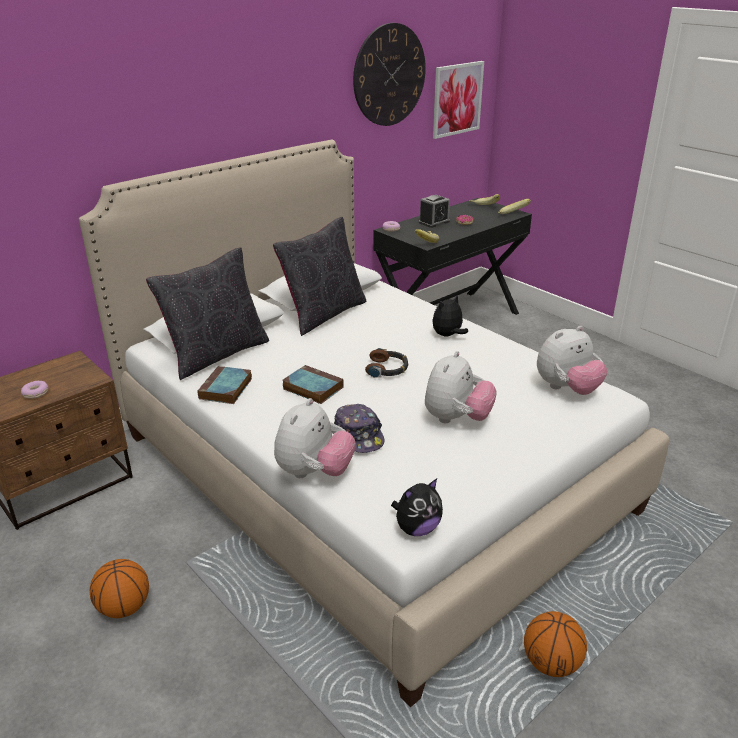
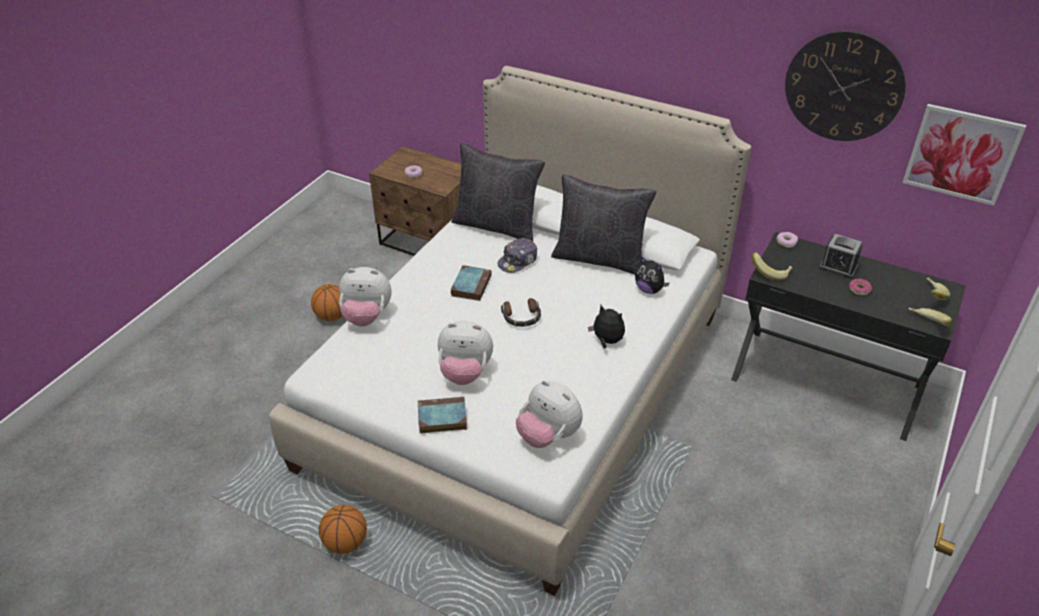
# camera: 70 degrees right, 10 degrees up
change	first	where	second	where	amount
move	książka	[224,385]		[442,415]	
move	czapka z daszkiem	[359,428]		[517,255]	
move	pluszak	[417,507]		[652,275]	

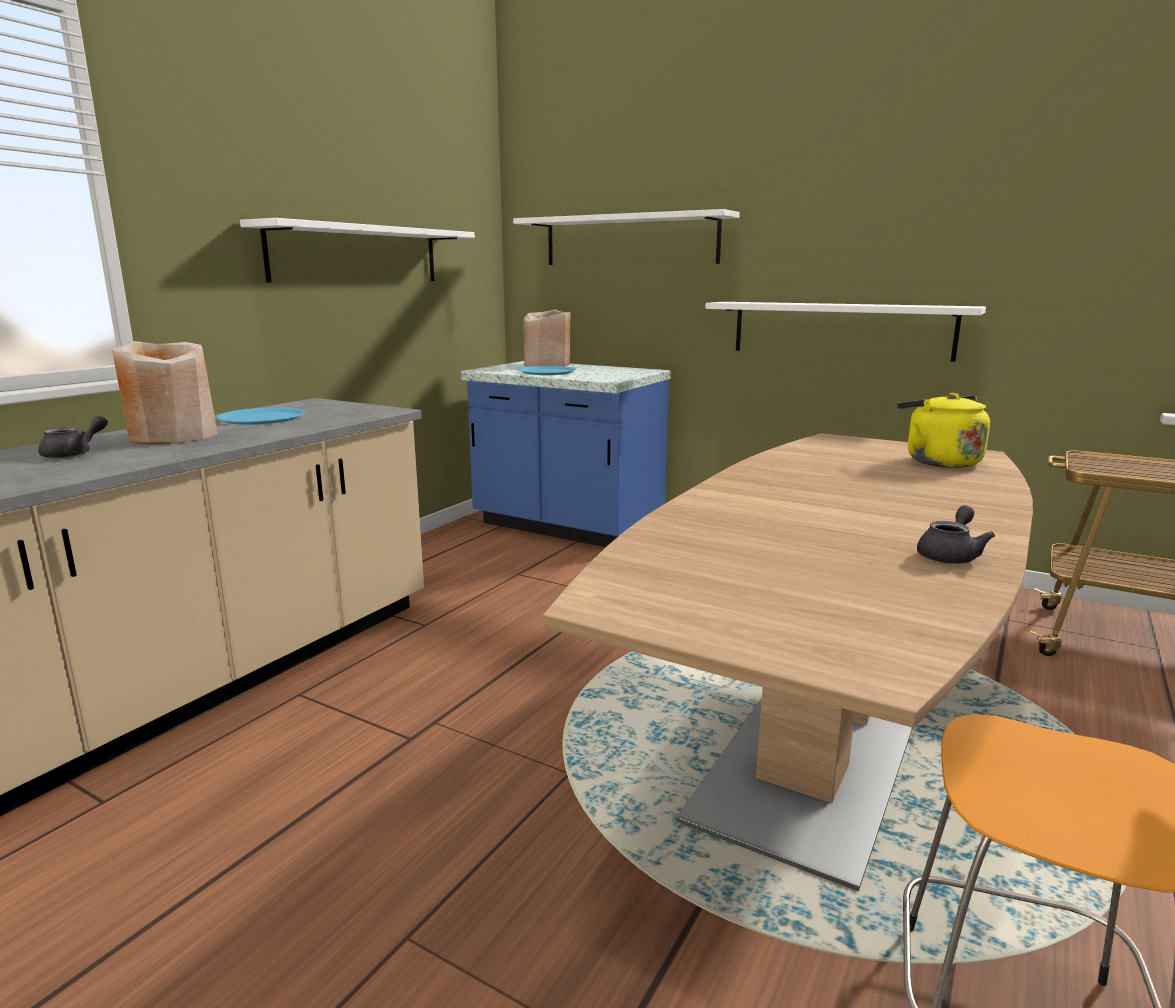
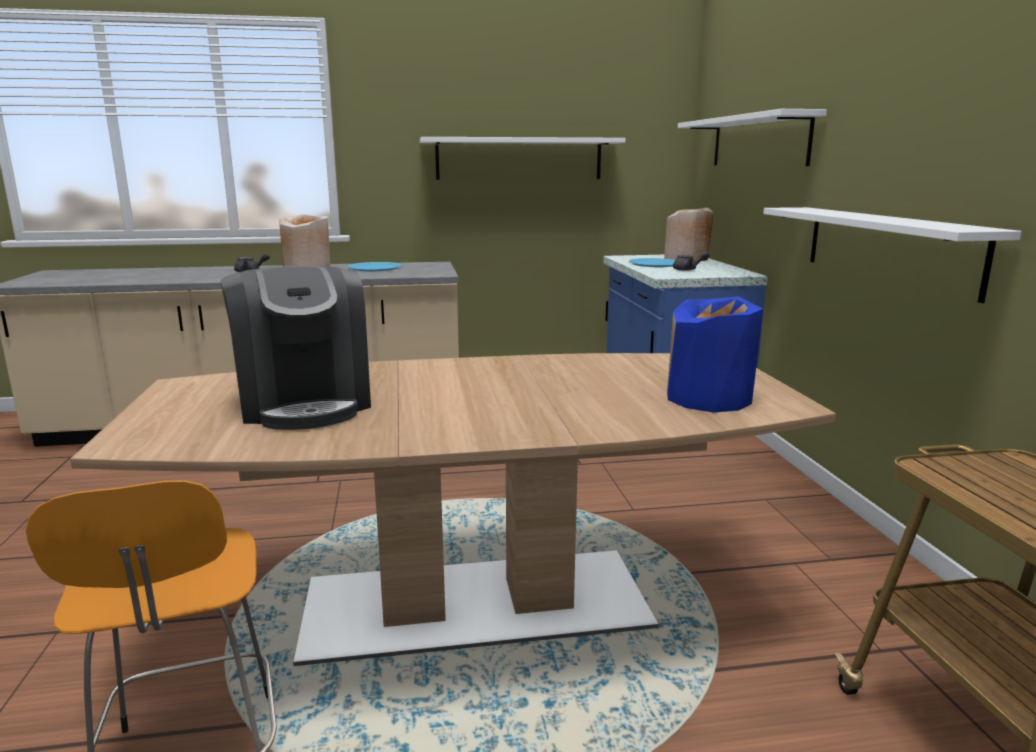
# camera: 50 degrees right, 0 degrees up
change	first	where	second	where	amount
replace	czajnik/żółty	[943,430]	wazon/niebieski	[715,354]	
move	imbryk/szary	[956,534]		[691,261]	
insert			ekspres do kawy	[296,348]	

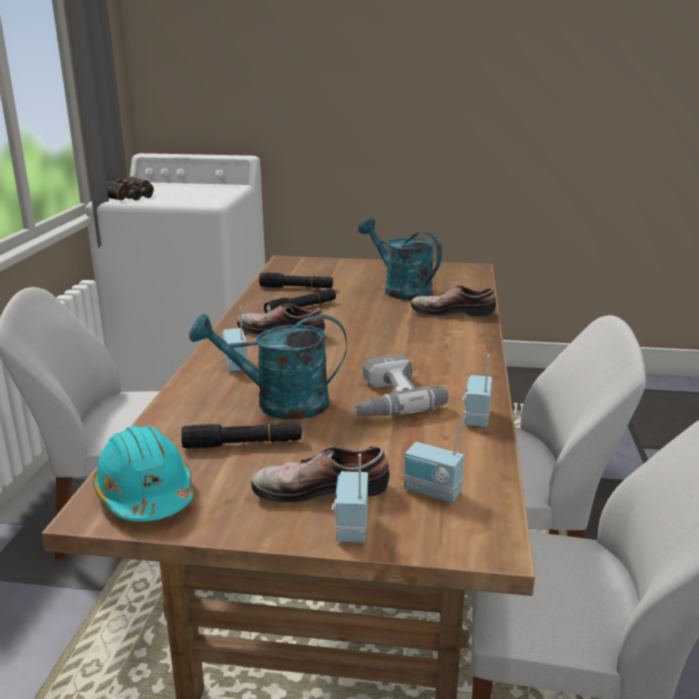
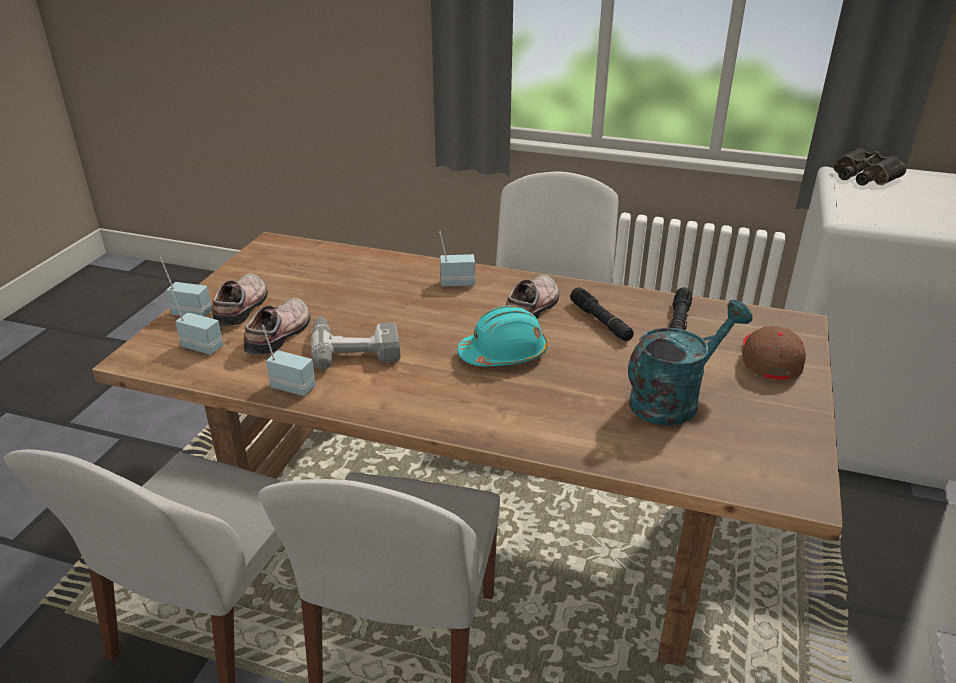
# camera: 100 degrees right, 10 degrees up
change	first	where	second	where	amount
move	kask/turkusowy	[143,473]		[502,335]	
delete	latarka/czarny	[241,435]			
delete	konewka/turkusowy	[268,366]			
rotate	radio	[435,457]		[196,321]	75 degrees clockwise
move	but	[453,301]		[277,326]	
insert			czapka z daszkiem/brązowy	[774,353]	

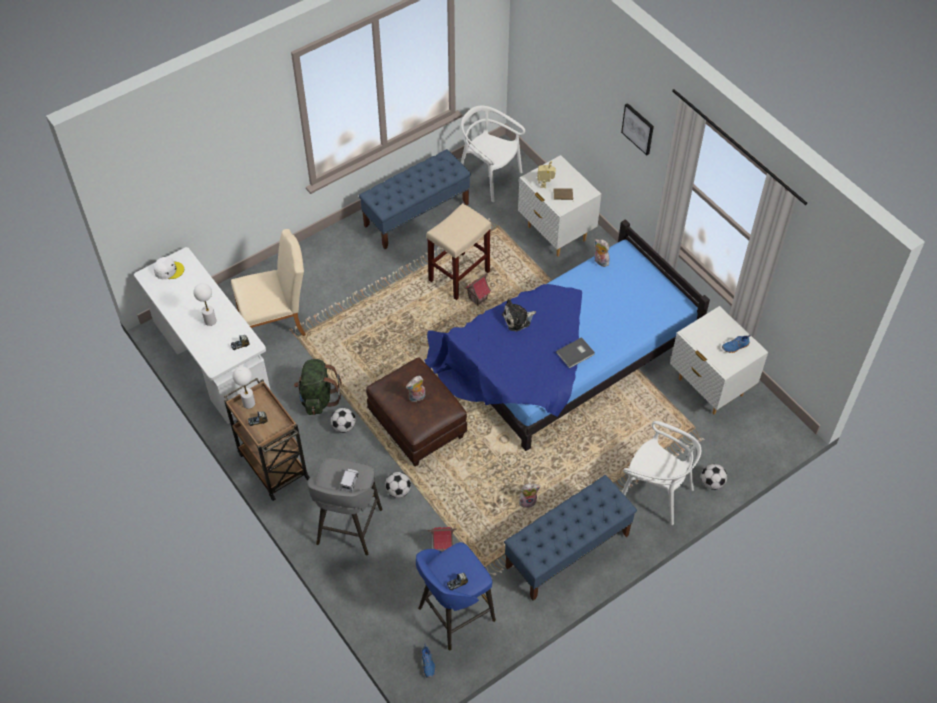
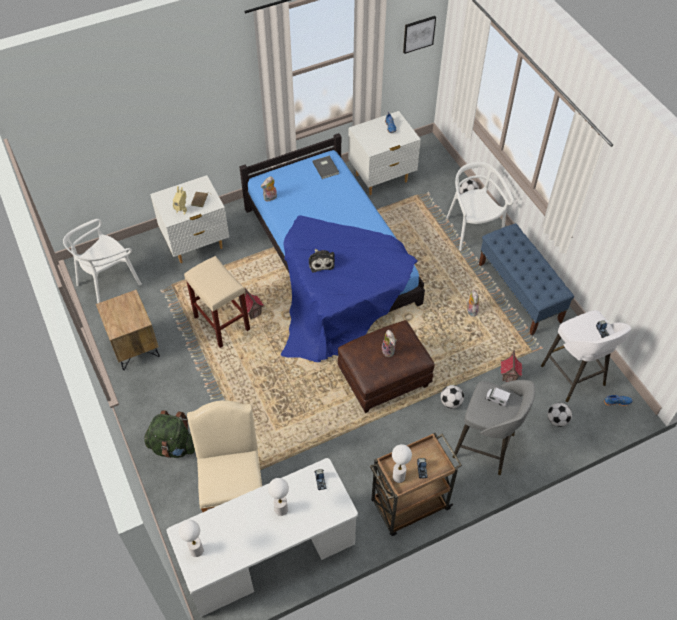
# camera: 80 degrees left, 0 degrees up
change	first	where	second	where	amount
replace	czapka z daszkiem/biały	[169,268]	lampa stołowa/biały	[191,538]	
move	plecak/zielony	[317,387]		[169,434]	
move	piłka futbolowa	[343,420]		[560,415]	
replace	ławka/niebieski	[415,199]	szafka nocna/brązowy	[128,330]	
recolor	stołek/niebieski	[456,596]	stołek/biały	[586,356]	
move	książka/szary	[575,352]		[325,167]	
move	obraz	[637,129]		[419,35]	
rotate	krzesło/biały	[661,473]		[480,206]	60 degrees counterclockwise

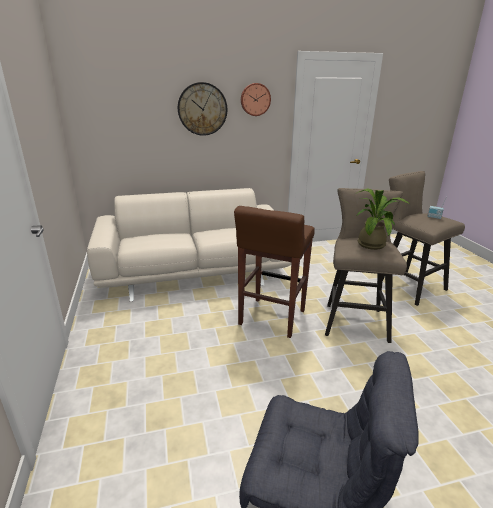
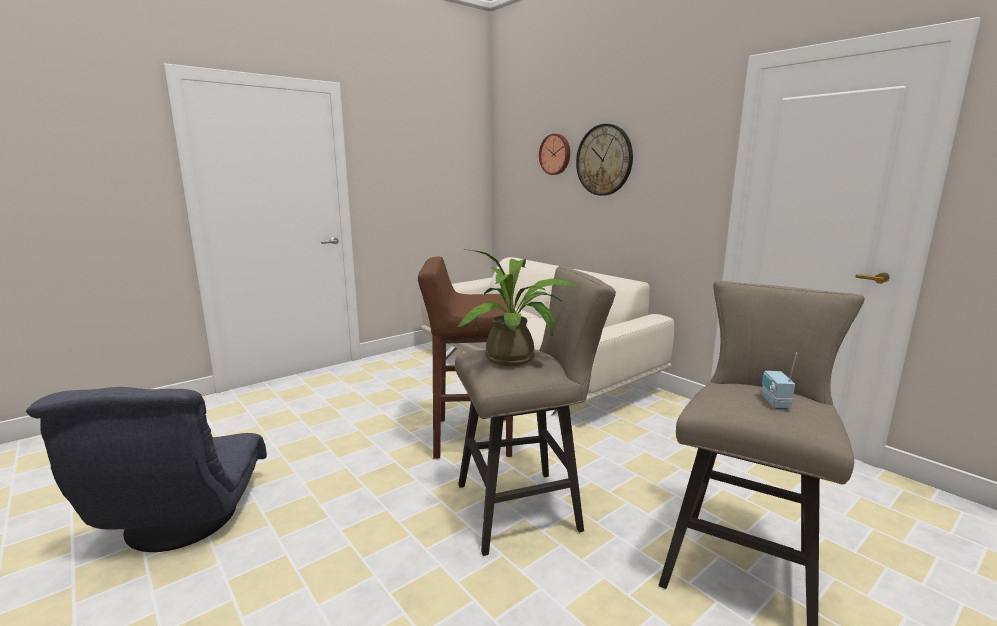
# camera: 65 degrees right, 10 degrees down
change	first	where	second	where	amount
move	zegar ścienny	[256,99]		[554,154]	

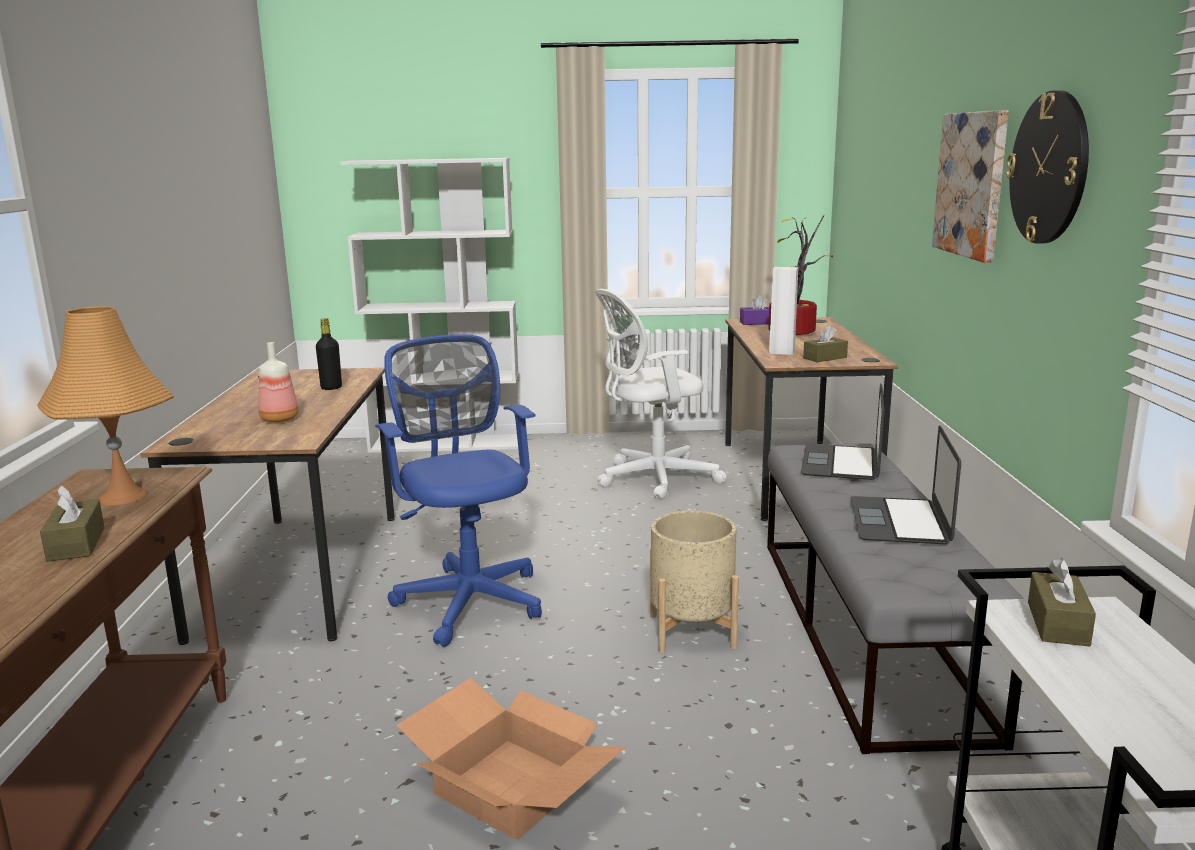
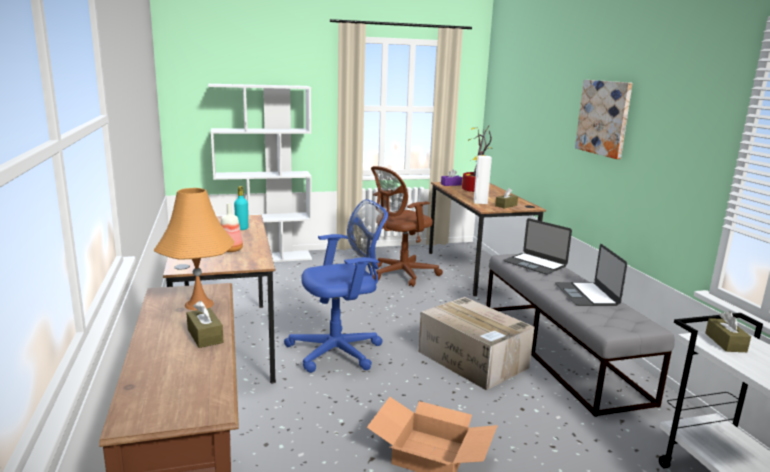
# camera: 15 degrees left, 0 degrees up
change	first	where	second	where	amount
recolor	butelka/czarny	[329,354]	butelka/turkusowy	[241,208]	
rotate	krzesło biurowe/niebieski	[458,490]		[336,286]	105 degrees clockwise
recolor	krzesło biurowe/biały	[661,394]	krzesło biurowe/brązowy	[407,226]	
replace	donica/beżowy	[694,582]	karton	[476,343]	
rotate	laptop	[843,431]		[537,246]	45 degrees counterclockwise
delete	zegar ścienny	[1047,167]			

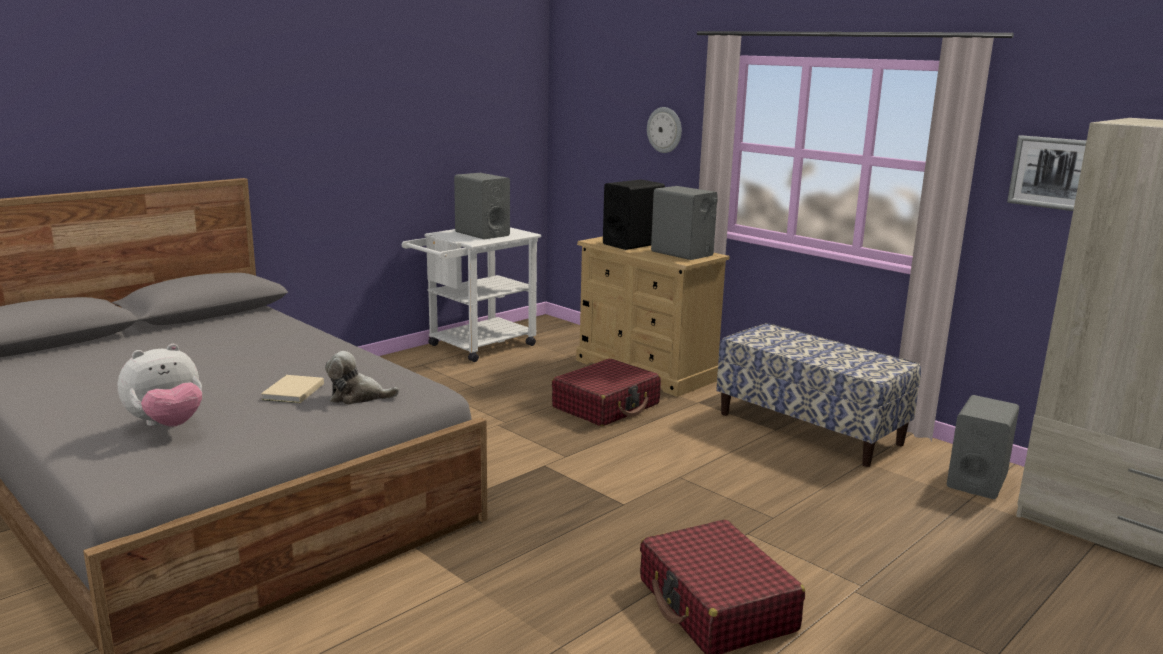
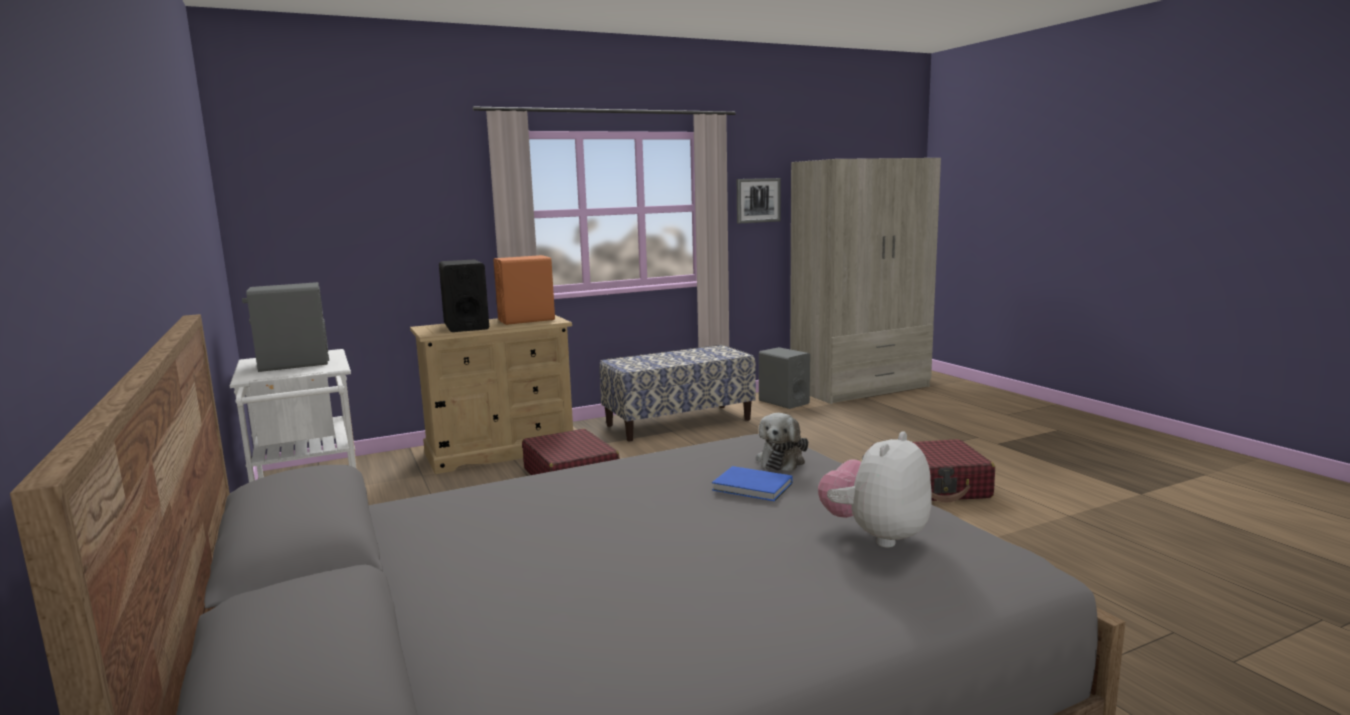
# camera: 70 degrees left, 5 degrees down
change	first	where	second	where	amount
rotate	pluszak	[160,385]		[875,489]	120 degrees counterclockwise
recolor	książka/beżowy	[292,389]	książka/niebieski	[752,483]	
delete	zegar ścienny	[664,130]			
recolor	głośnik/szary	[684,223]	głośnik/pomarańczowy	[524,290]	

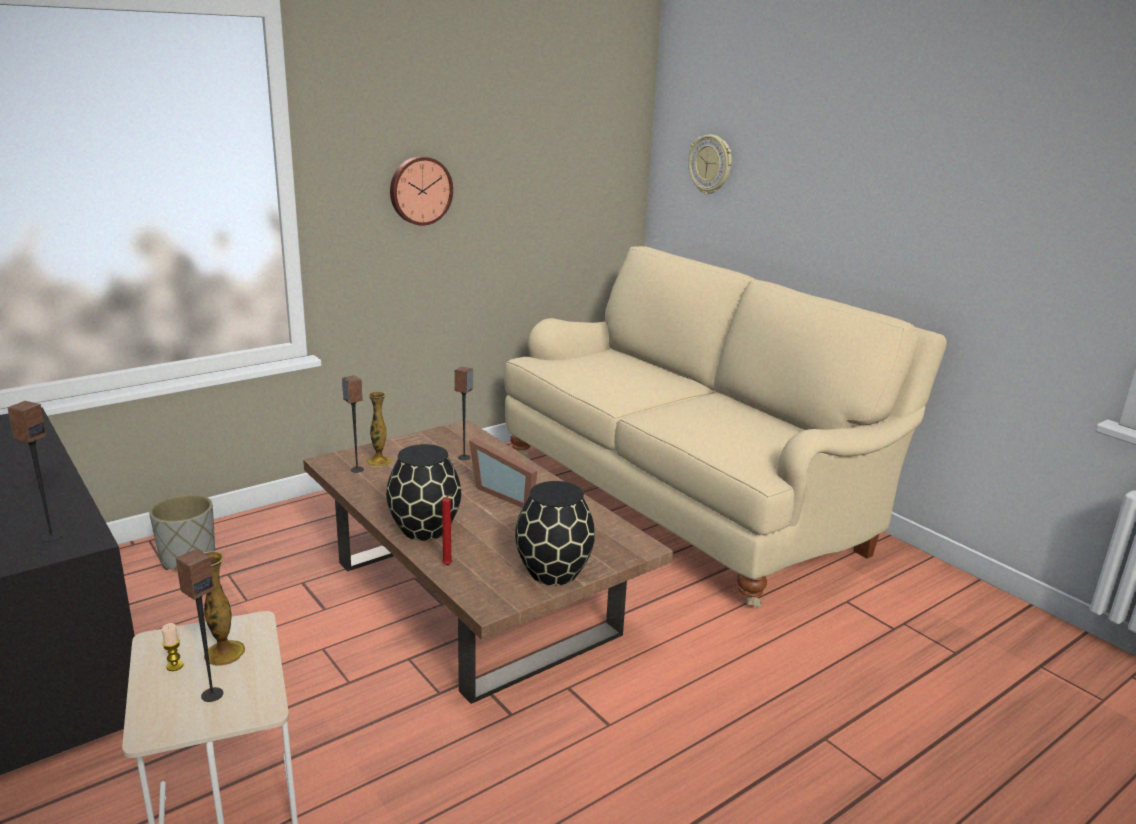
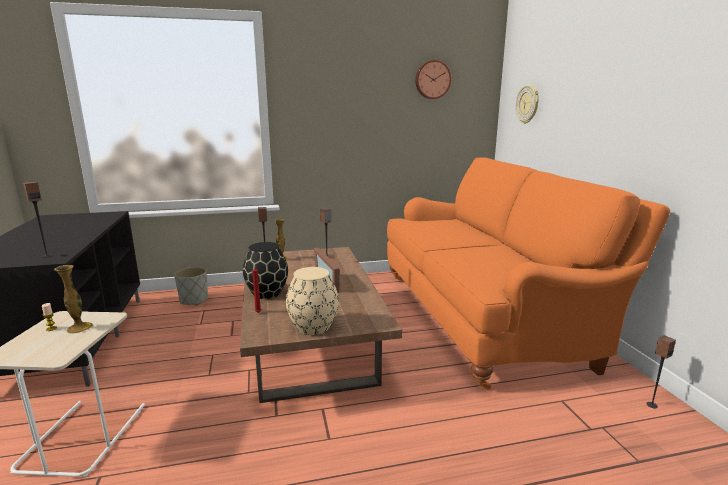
# camera: 25 degrees right, 5 degrees down
change	first	where	second	where	amount
move	głośnik	[199,625]		[661,371]	
move	zegar ścienny	[421,191]		[433,79]	
recolor	kanapa/beżowy	[725,427]	kanapa/pomarańczowy	[528,273]	
recolor	wazon/czarny	[555,533]	wazon/beżowy	[312,301]	

